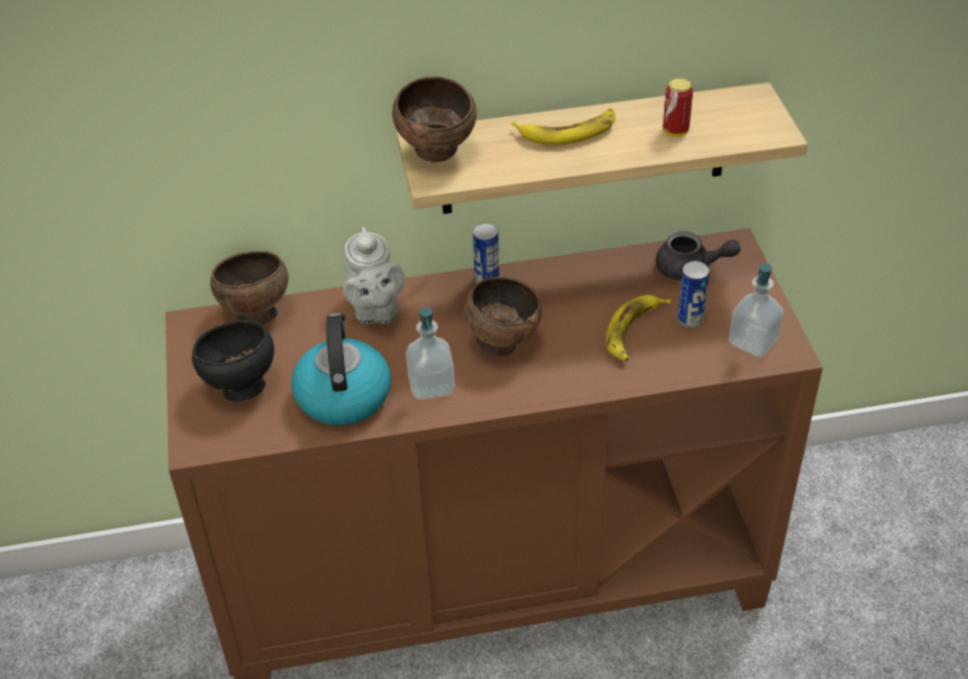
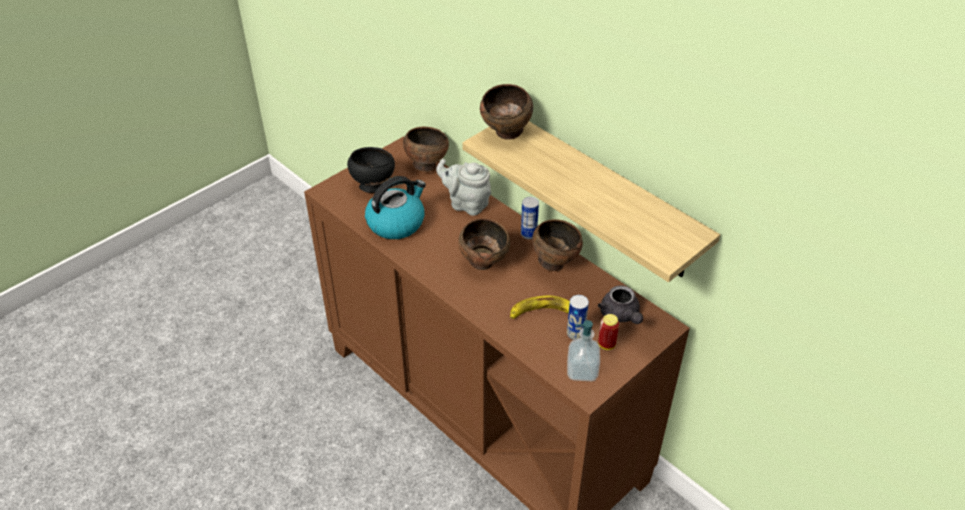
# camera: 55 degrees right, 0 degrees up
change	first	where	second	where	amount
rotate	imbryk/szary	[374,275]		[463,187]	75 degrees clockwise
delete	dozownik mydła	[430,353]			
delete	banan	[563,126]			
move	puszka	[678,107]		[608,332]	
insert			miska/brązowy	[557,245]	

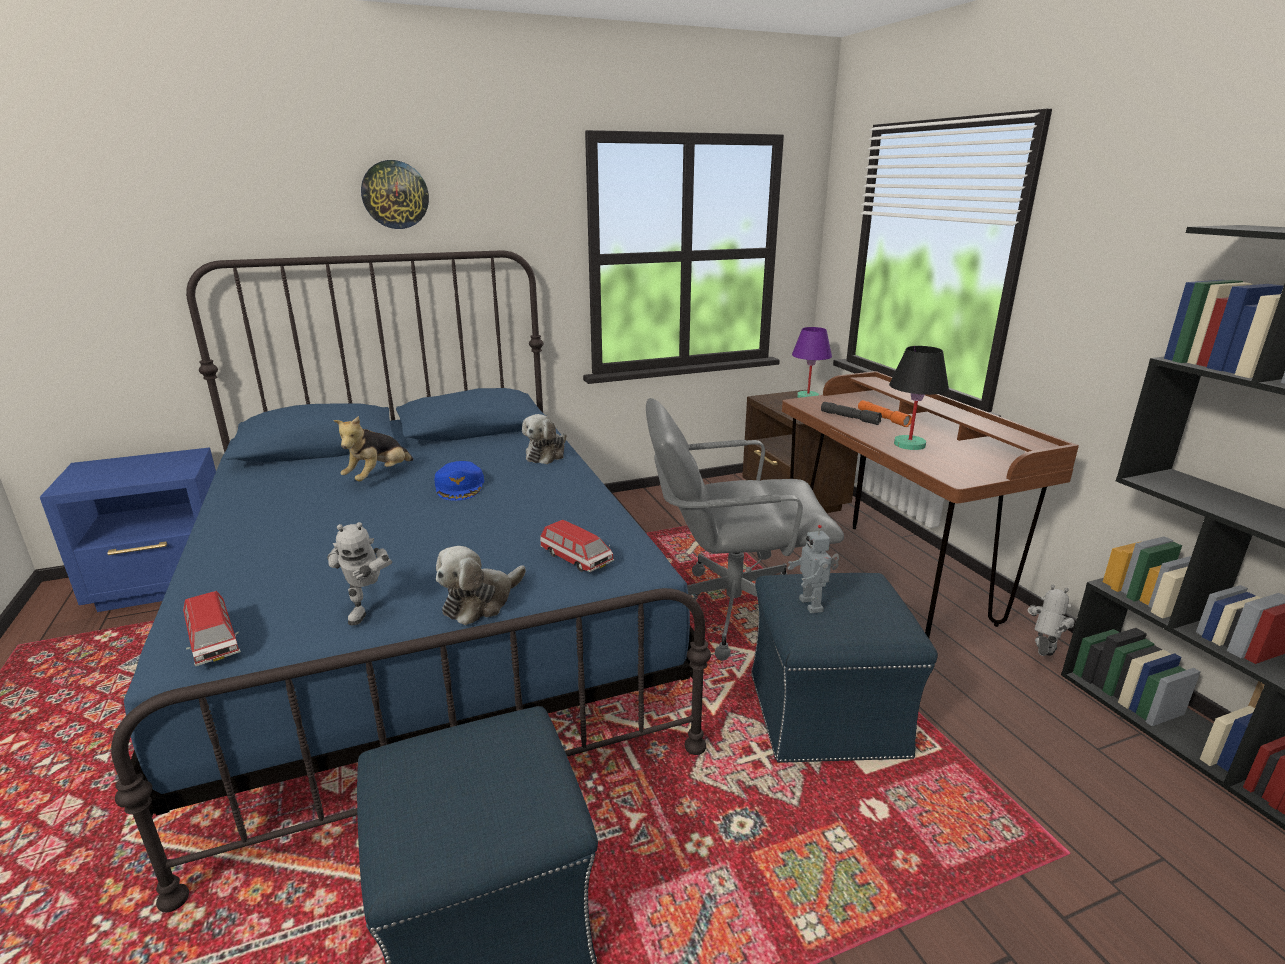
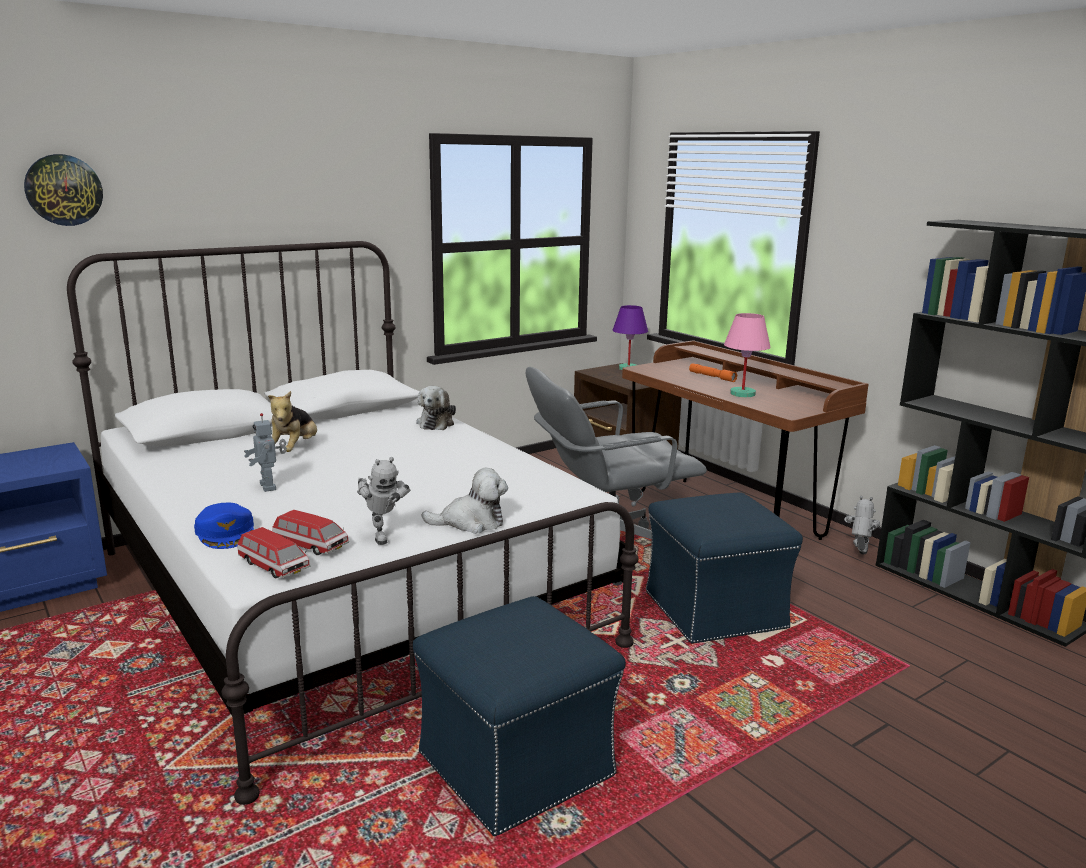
# camera: 15 degrees left, 5 degrees down
change	first	where	second	where	amount
recolor	łóżko/niebieski	[411,581]	łóżko/biały	[353,523]	
move	zegar ścienny	[395,194]		[63,190]	
move	czapka z daszkiem/niebieski	[459,481]		[224,526]	
rotate	pluszak	[481,585]		[465,501]	120 degrees counterclockwise
move	samochodzik	[577,546]		[310,532]	
move	robot zabawkowy	[813,569]		[265,452]	
delete	latarka/szary	[851,413]			
recolor	lampa stołowa/czarny	[919,398]	lampa stołowa/różowy	[747,355]	

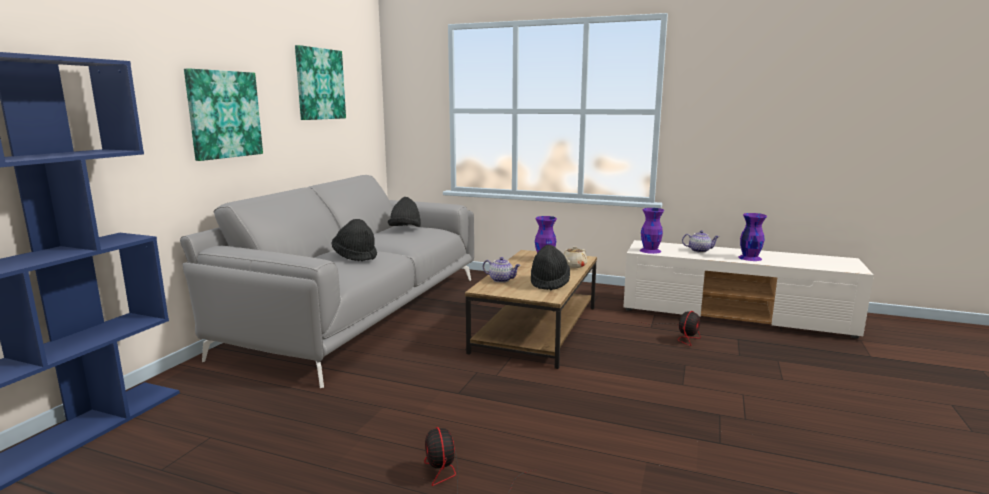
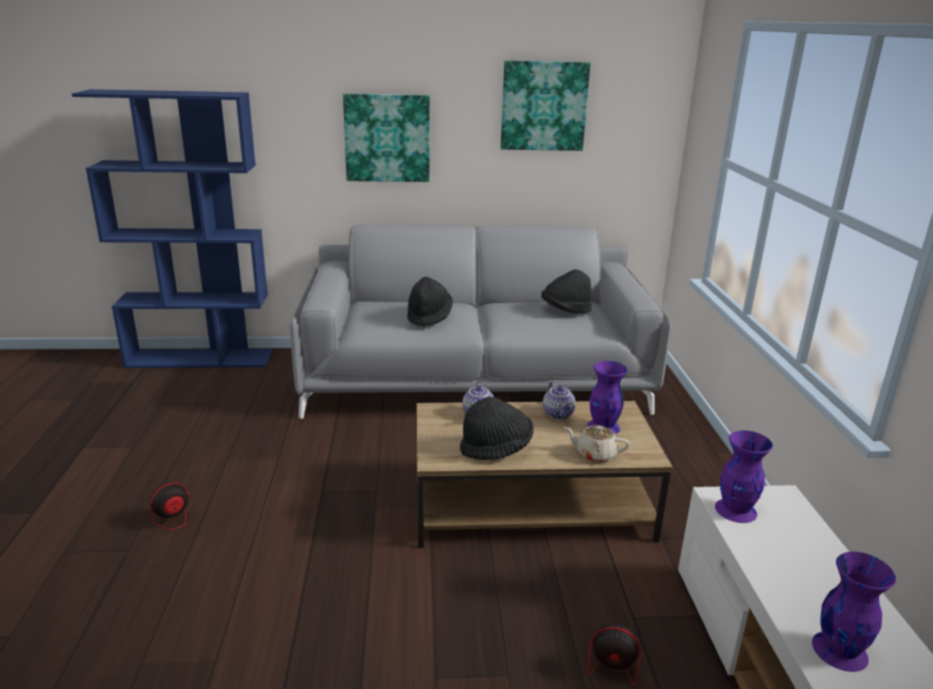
# camera: 65 degrees right, 10 degrees up
change	first	where	second	where	amount
move	imbryk	[701,241]		[559,401]	

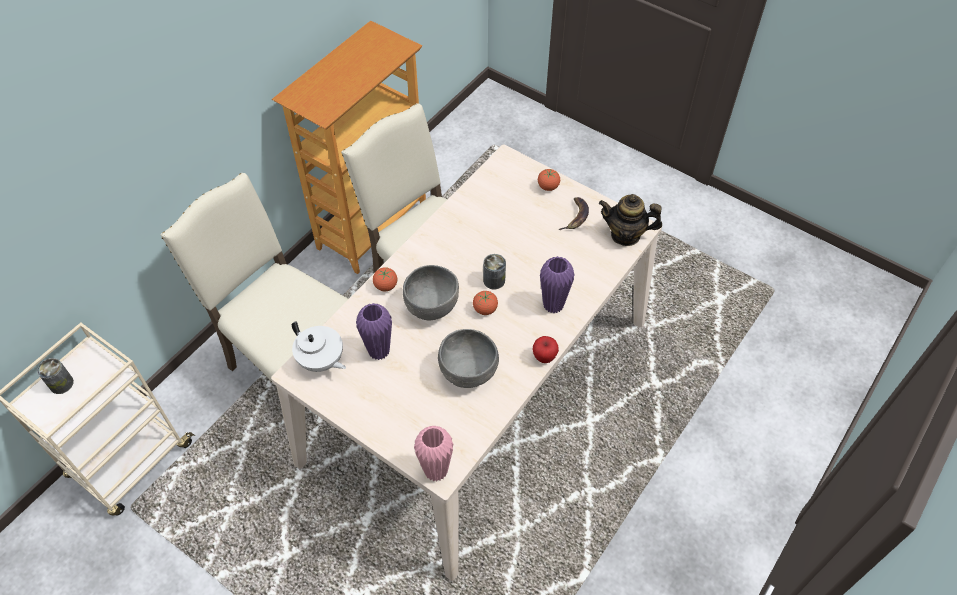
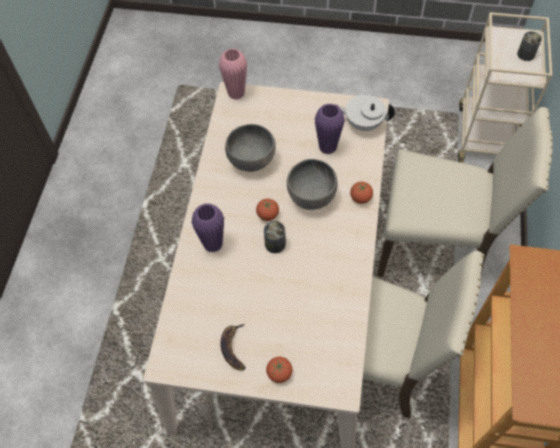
# camera: 155 degrees right, 5 degrees up
change	first	where	second	where	amount
delete	jabłko	[546,349]			
delete	imbryk	[630,220]			

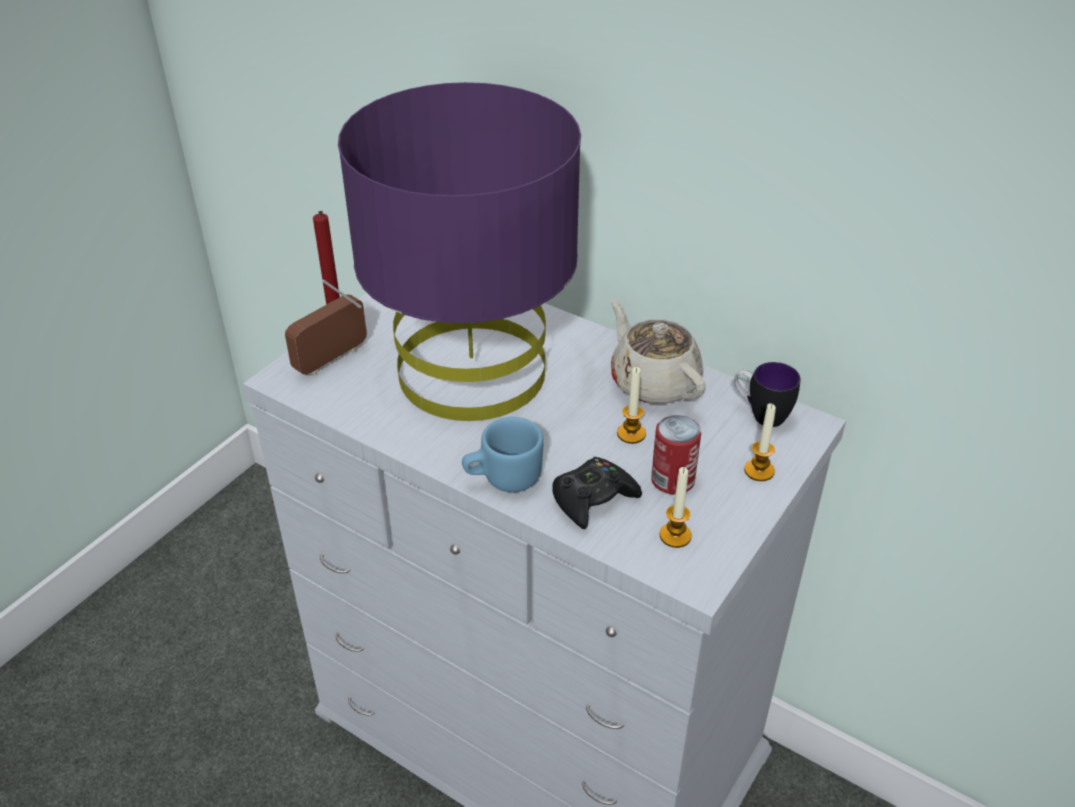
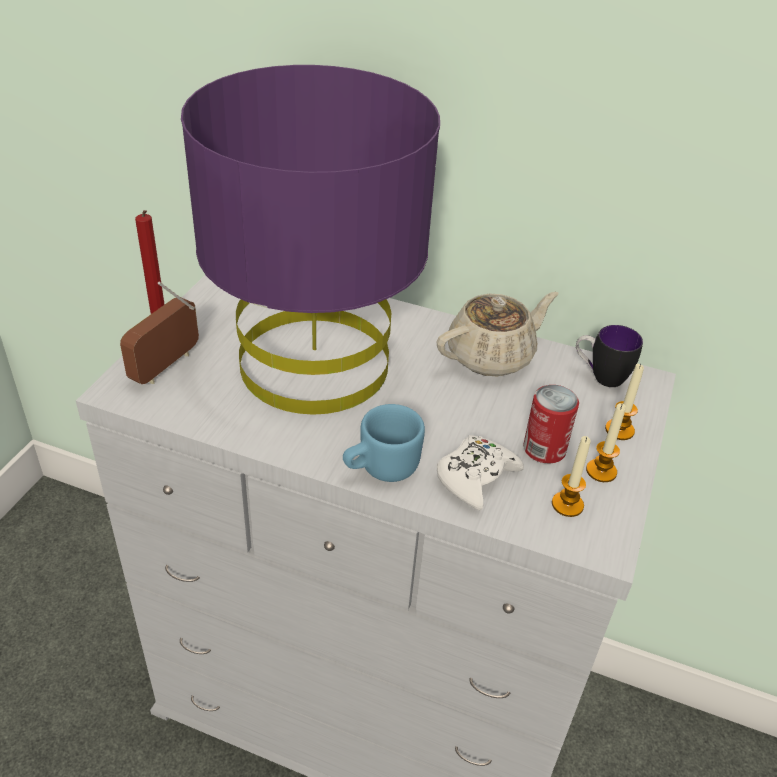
# camera: 15 degrees left, 0 degrees up
change	first	where	second	where	amount
recolor	pad do gier/czarny	[597,493]	pad do gier/biały	[480,473]	
rotate	imbryk/beżowy	[658,352]		[497,334]	105 degrees clockwise
move	świeca	[631,405]		[606,442]	

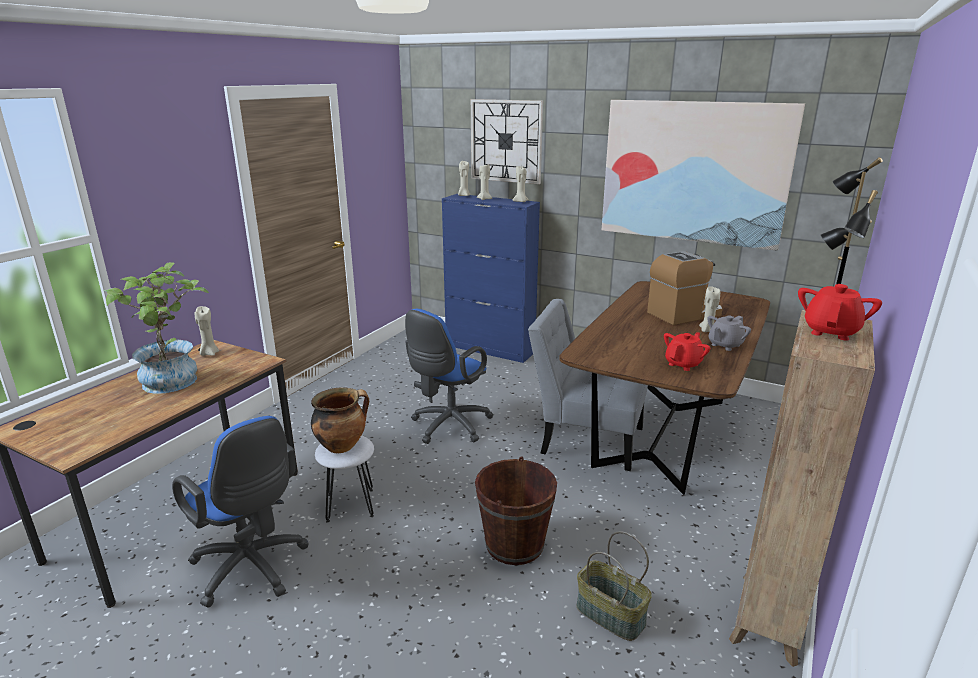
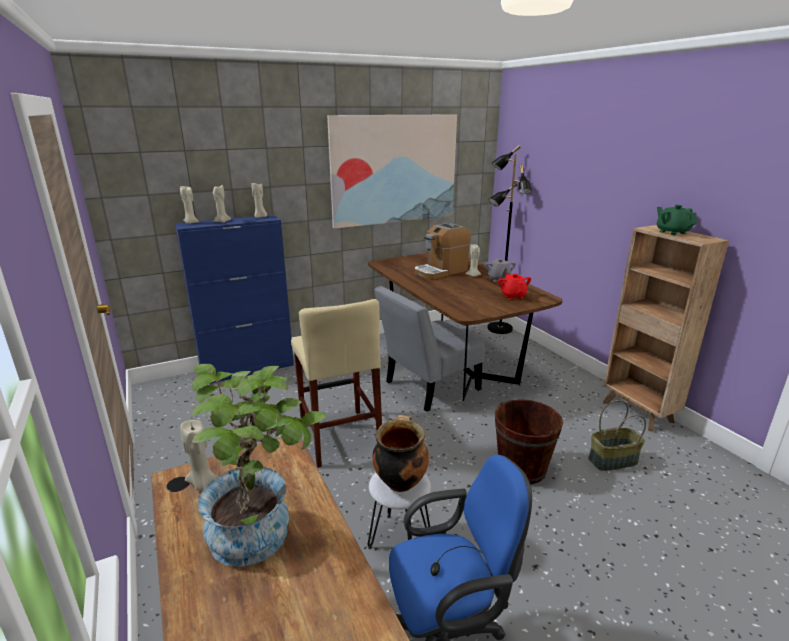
# camera: 55 degrees left, 0 degrees up
change	first	where	second	where	amount
replace	krzesło biurowe/niebieski	[449,376]	stołek/beżowy	[336,383]	
delete	zegar ścienny	[507,141]			
rotate	ekspres do kawy	[684,288]		[443,251]	135 degrees counterclockwise
recolor	imbryk/czerwony	[840,312]	imbryk/zielony	[677,220]	

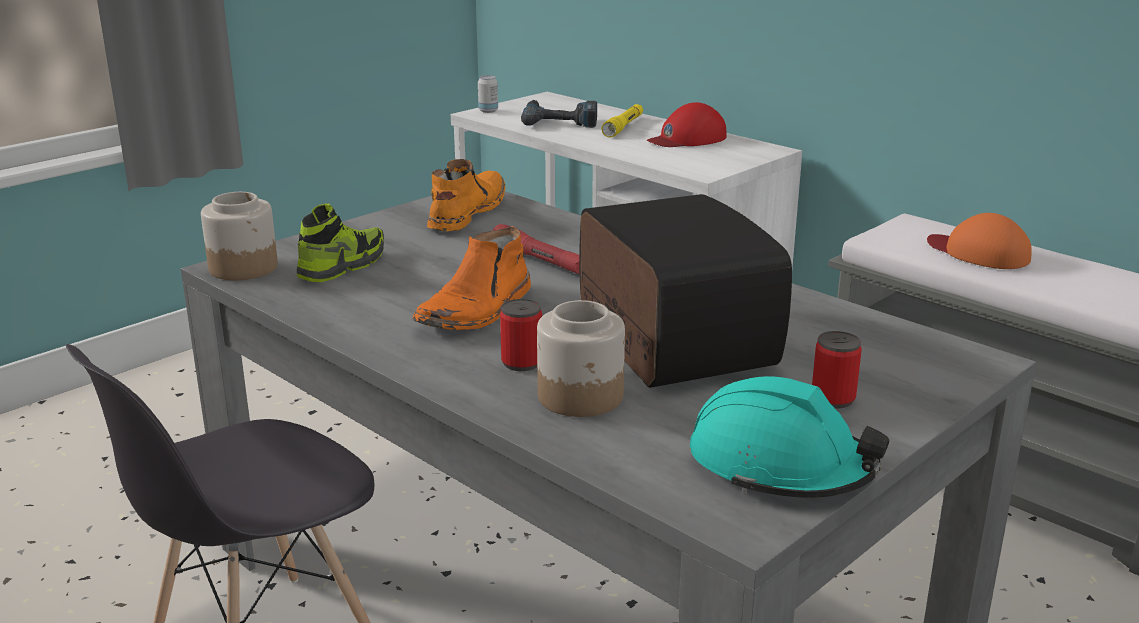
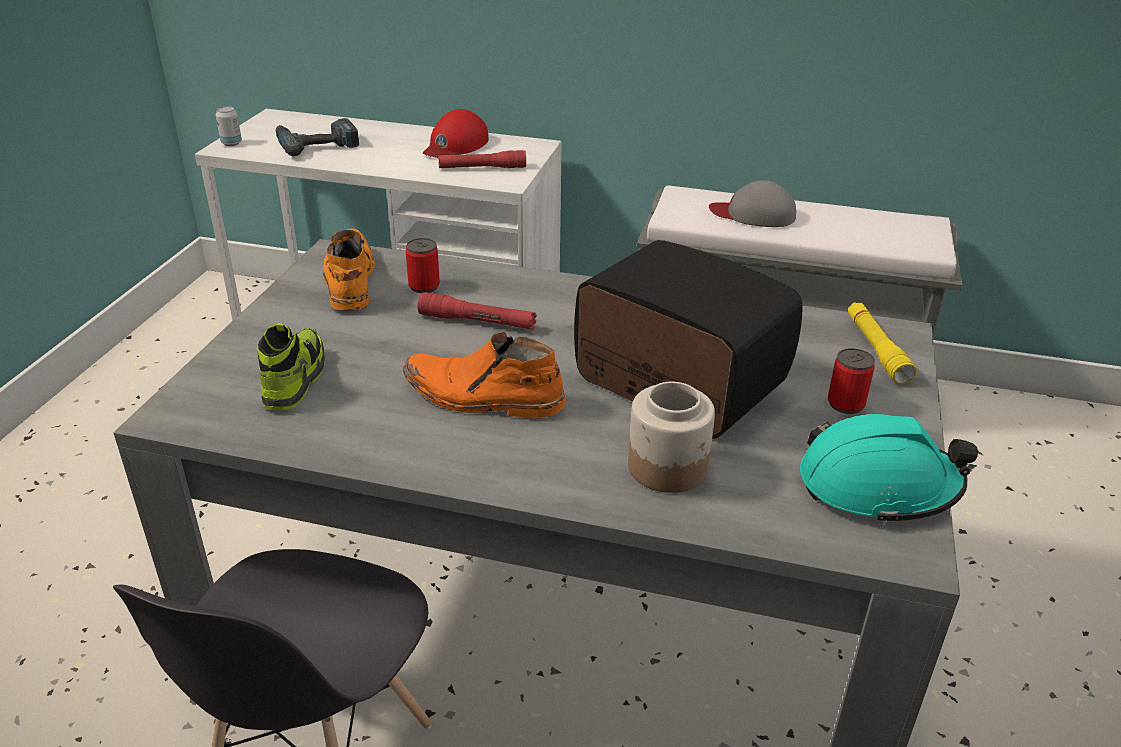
# camera: 30 degrees left, 10 degrees up
change	first	where	second	where	amount
delete	słoik	[239,236]			
rotate	but z cholewką/pomarańczowy	[471,278]		[484,375]	105 degrees clockwise
move	puszka	[521,335]		[423,265]	
move	latarka/żółty	[622,121]		[882,343]	
recolor	czapka z daszkiem/pomarańczowy	[979,241]	czapka z daszkiem/szary	[752,203]	
insert			latarka/czerwony	[482,159]	

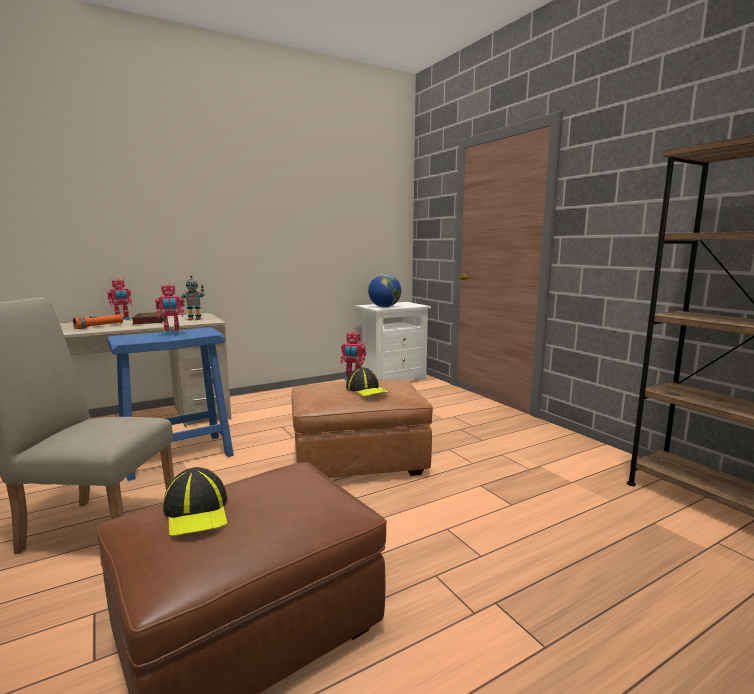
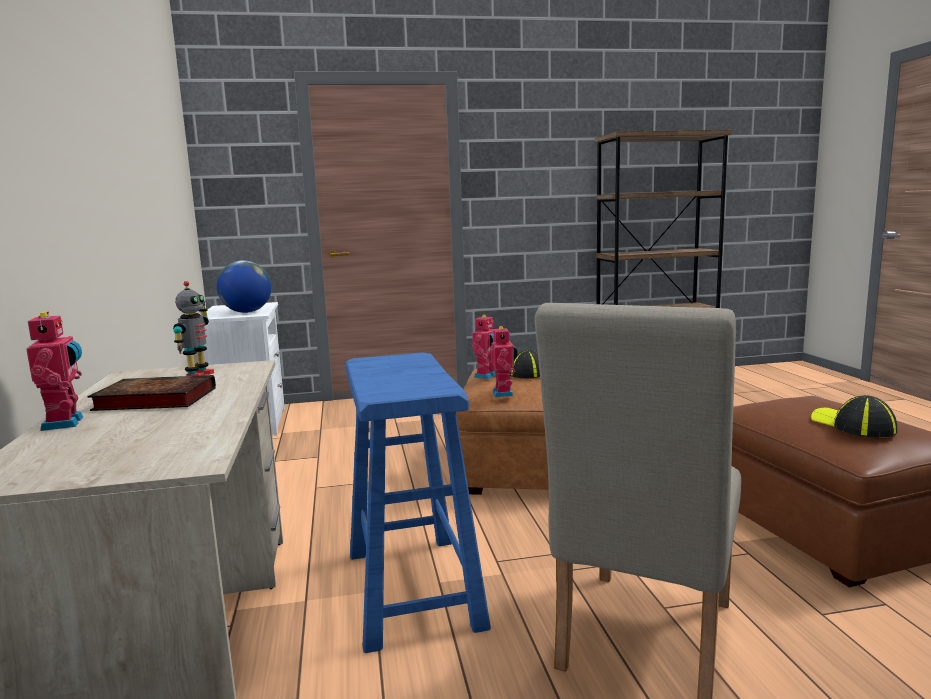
# camera: 70 degrees left, 0 degrees up
change	first	where	second	where	amount
delete	latarka/pomarańczowy	[98,321]			
move	robot zabawkowy	[169,309]		[504,361]	
rotate	czapka z daszkiem	[195,501]		[854,416]	105 degrees counterclockwise

